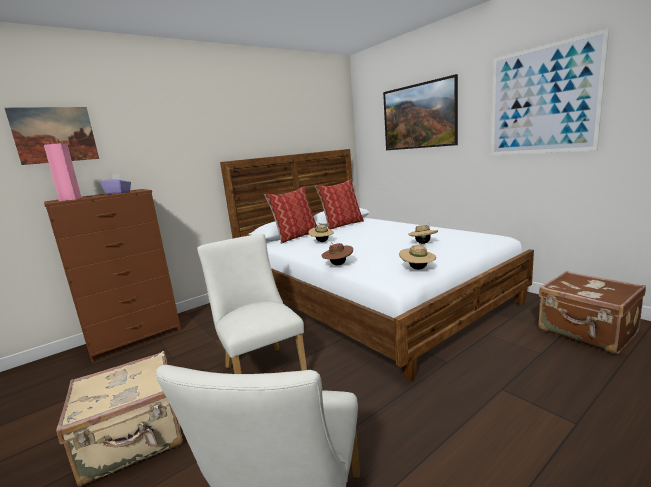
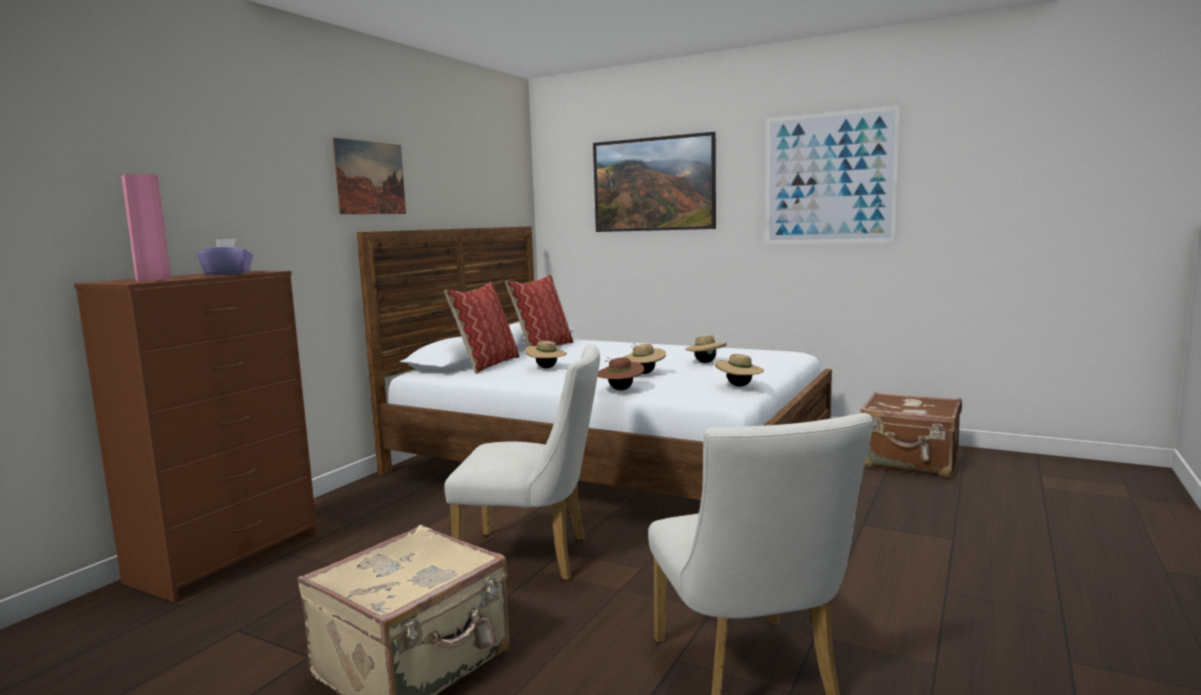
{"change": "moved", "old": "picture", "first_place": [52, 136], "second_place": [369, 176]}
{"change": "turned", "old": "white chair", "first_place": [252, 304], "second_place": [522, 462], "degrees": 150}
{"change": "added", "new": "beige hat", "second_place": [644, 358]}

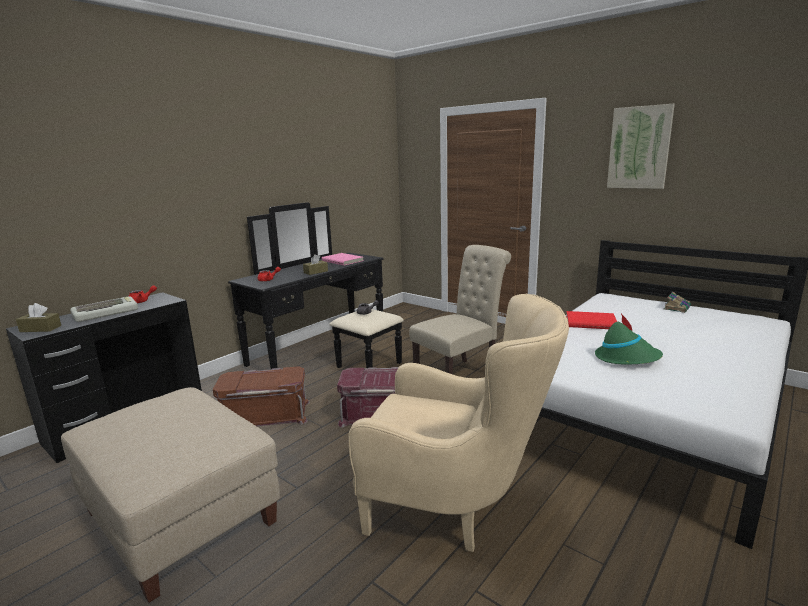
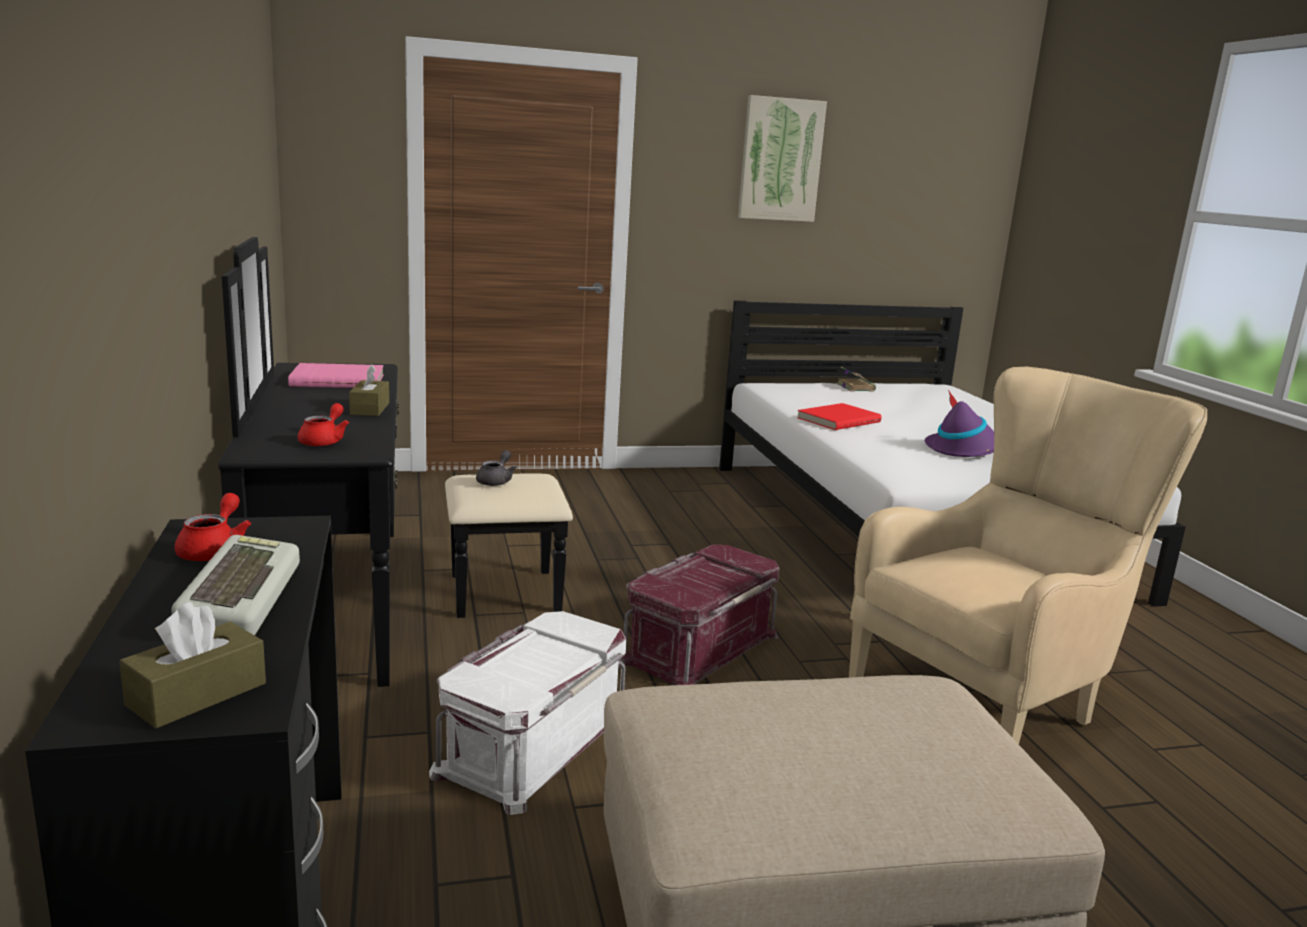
{"change": "removed", "old": "beige chair", "first_place": [460, 309]}
{"change": "recoloured", "old": "green hat", "new": "purple hat", "first_place": [629, 338], "second_place": [959, 423]}
{"change": "recoloured", "old": "brown storage box", "new": "white storage box", "first_place": [261, 396], "second_place": [527, 713]}

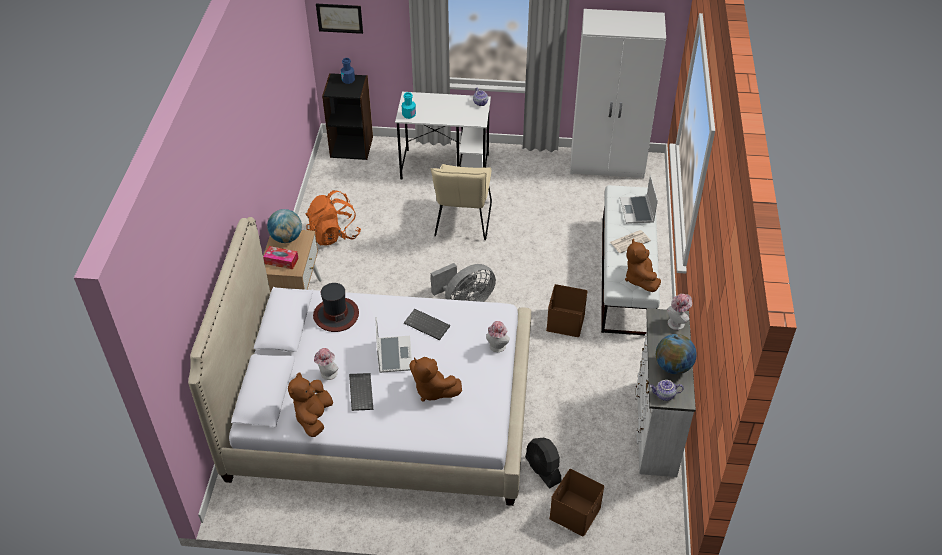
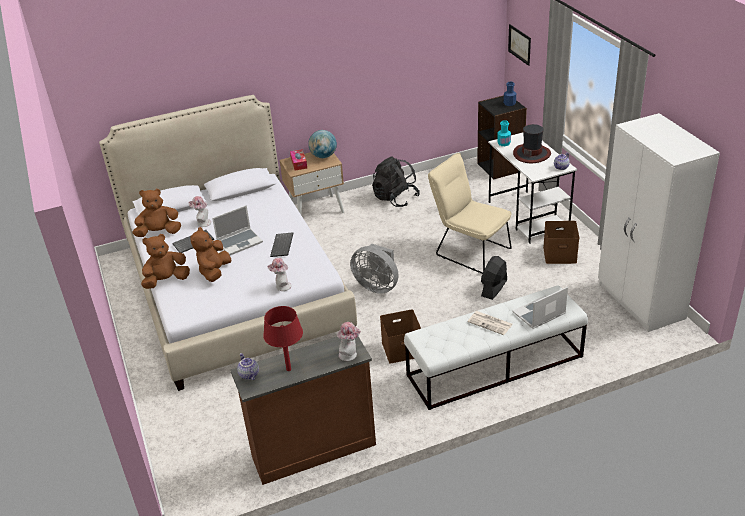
{"change": "turned", "old": "beige chair", "first_place": [461, 202], "second_place": [470, 213], "degrees": 60}
{"change": "recoloured", "old": "orange backpack", "new": "black backpack", "first_place": [333, 217], "second_place": [396, 181]}
{"change": "moved", "old": "brown plush toy", "first_place": [643, 265], "second_place": [165, 261]}
{"change": "moved", "old": "hat", "first_place": [336, 307], "second_place": [532, 143]}
{"change": "recoloured", "old": "white dresser", "new": "brown dresser", "first_place": [666, 392], "second_place": [303, 411]}
{"change": "replaced", "old": "globe", "new": "red table lamp", "first_place": [676, 354], "second_place": [283, 338]}
{"change": "moved", "old": "black fan", "first_place": [543, 463], "second_place": [494, 278]}
{"change": "moved", "old": "brown storage box", "first_place": [576, 502], "second_place": [561, 242]}

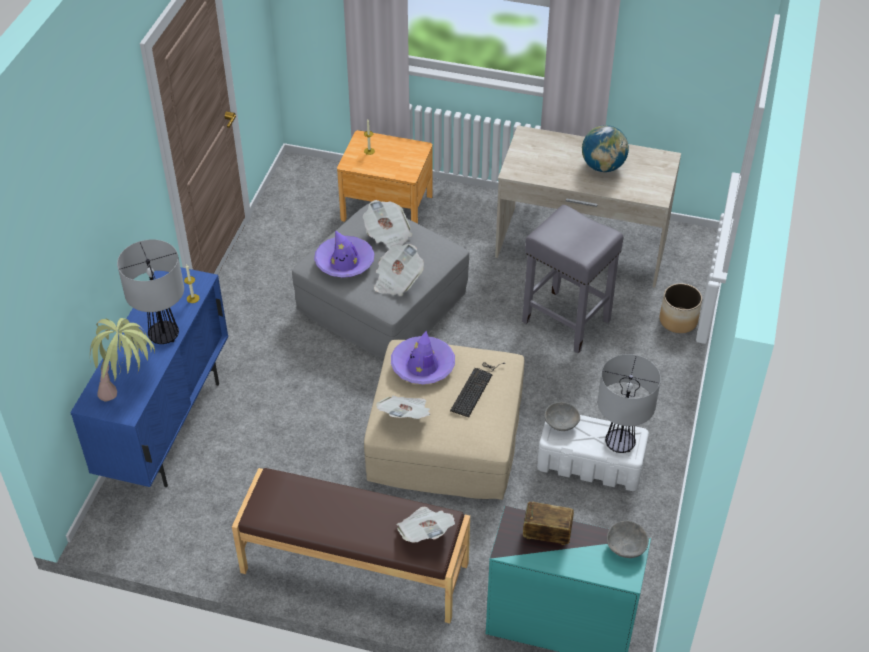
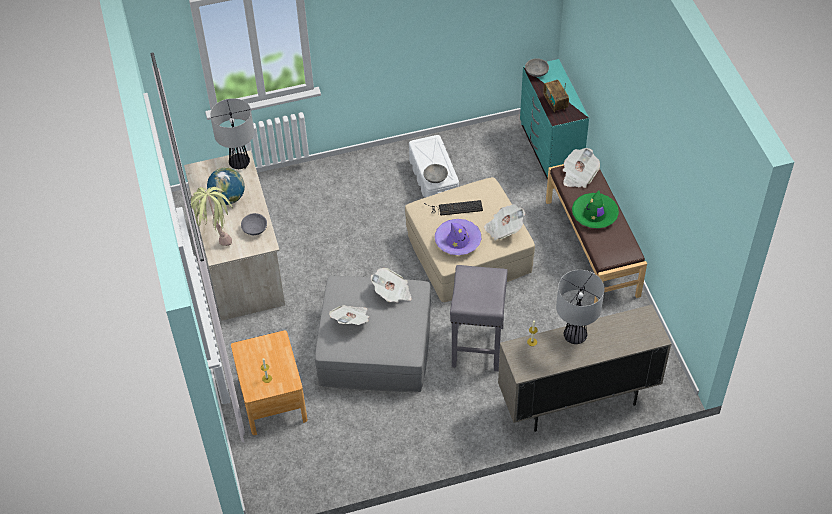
{"change": "moved", "old": "grey stool", "first_place": [573, 279], "second_place": [479, 318]}
{"change": "removed", "old": "purple hat", "first_place": [344, 254]}
{"change": "recoloured", "old": "blue cabinet", "new": "beige cabinet", "first_place": [149, 377], "second_place": [585, 368]}
{"change": "removed", "old": "planter", "first_place": [681, 308]}
{"change": "moved", "old": "potted plant", "first_place": [122, 360], "second_place": [211, 216]}
{"change": "moved", "old": "table lamp", "first_place": [629, 403], "second_place": [232, 133]}
{"change": "added", "new": "green hat", "second_place": [595, 209]}
{"change": "added", "new": "grey bowl", "second_place": [254, 224]}

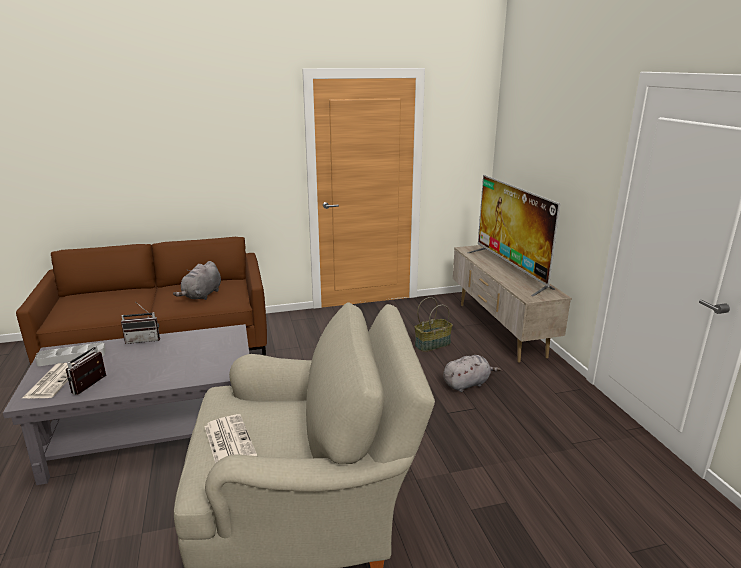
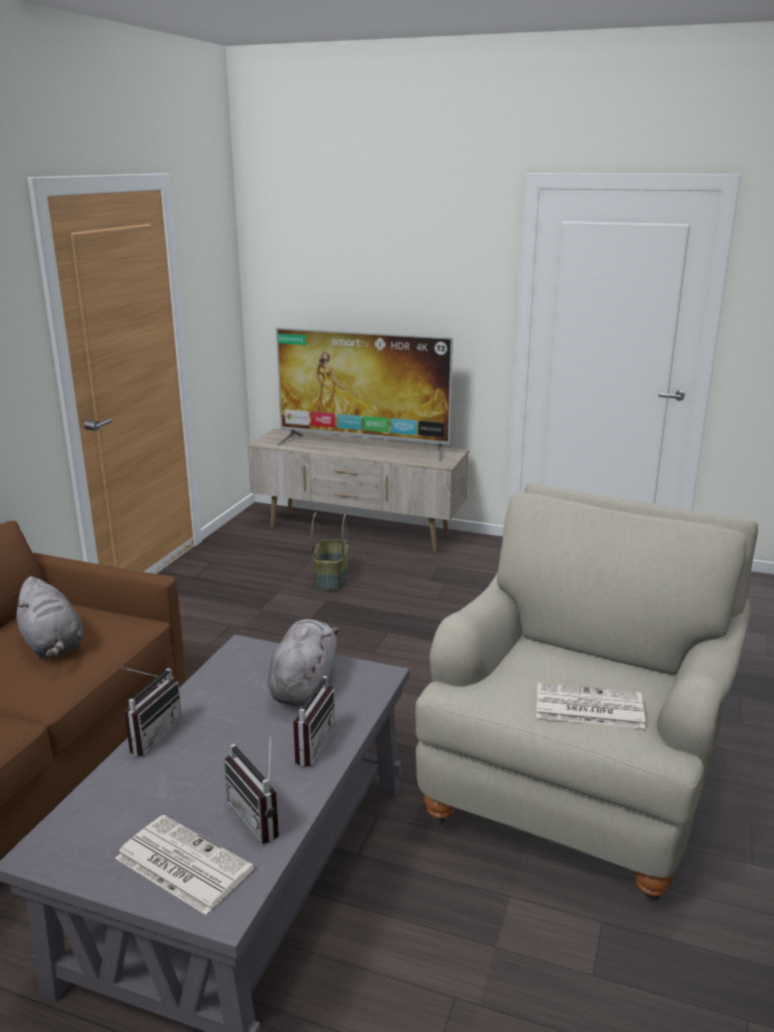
{"change": "removed", "old": "grey tray", "first_place": [70, 354]}
{"change": "moved", "old": "grey plush toy", "first_place": [472, 373], "second_place": [304, 662]}
{"change": "added", "new": "radio", "second_place": [310, 721]}

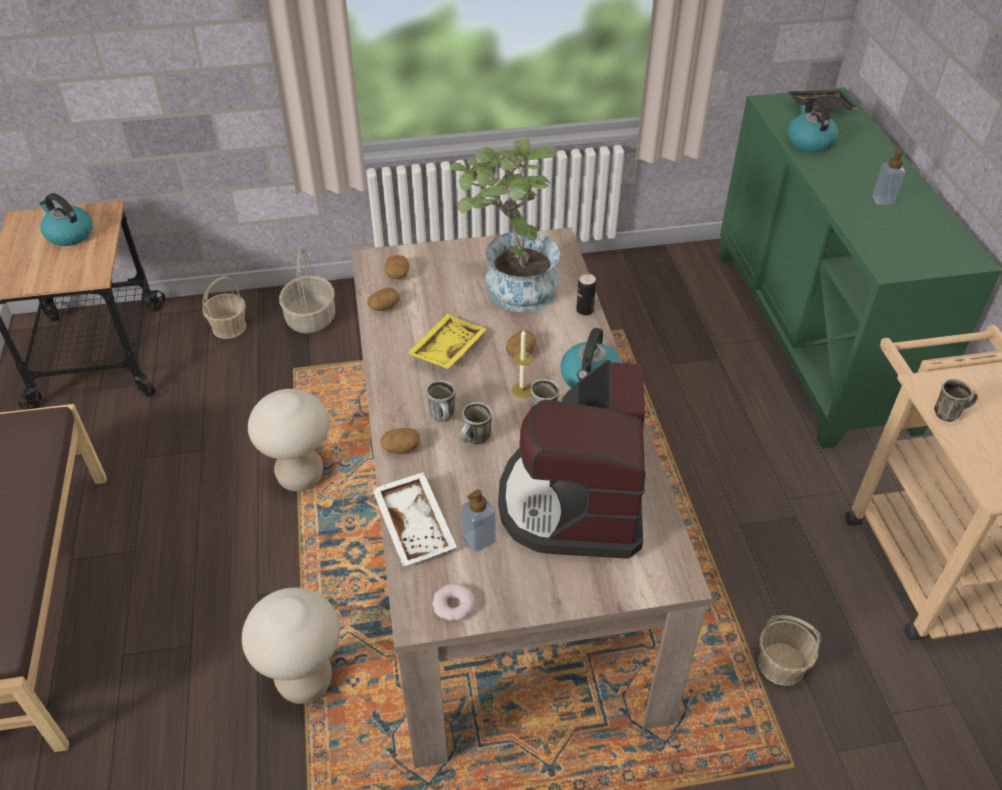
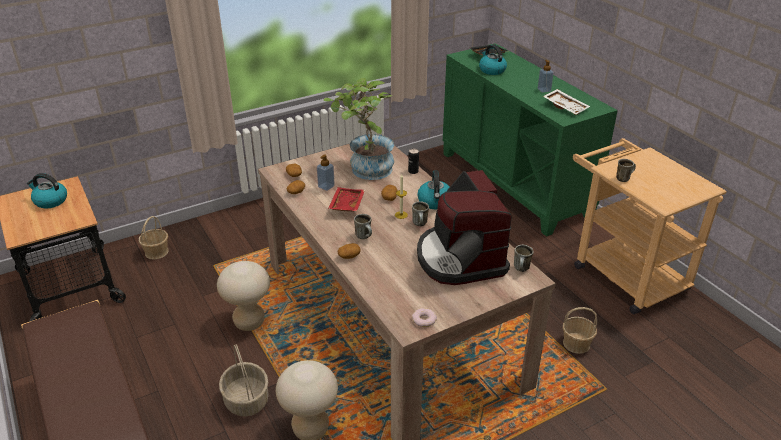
{"change": "moved", "old": "basket", "first_place": [307, 291], "second_place": [244, 380]}
{"change": "recoloured", "old": "yellow tray", "new": "red tray", "first_place": [447, 341], "second_place": [346, 199]}
{"change": "moved", "old": "mug", "first_place": [476, 423], "second_place": [524, 258]}
{"change": "moved", "old": "white tray", "first_place": [414, 519], "second_place": [566, 102]}
{"change": "moved", "old": "soap dispenser", "first_place": [478, 520], "second_place": [326, 173]}

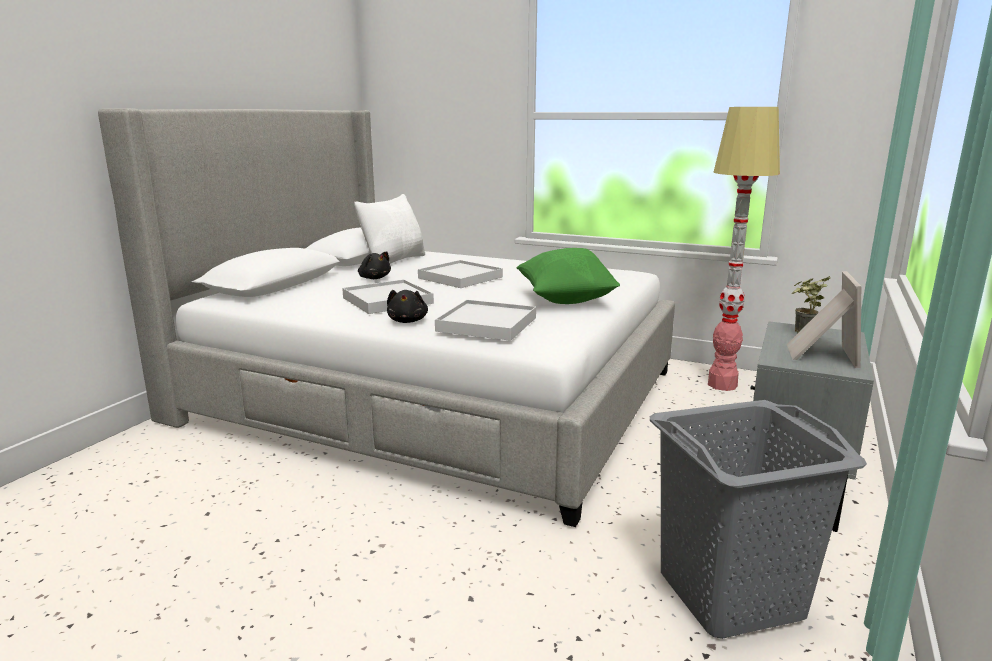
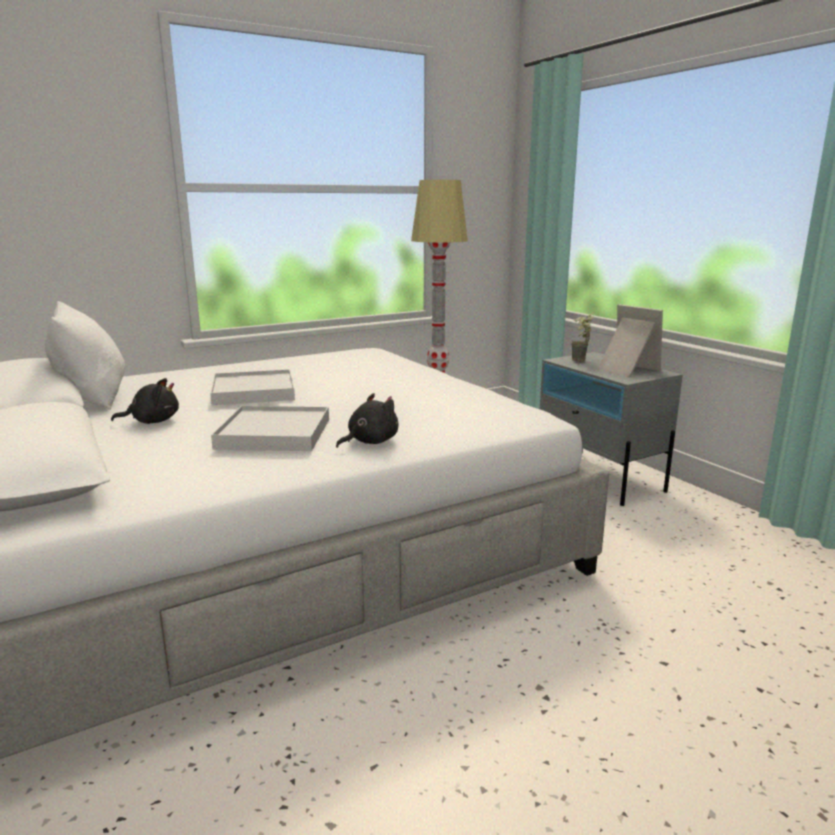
{"change": "removed", "old": "green pillow", "first_place": [568, 276]}
{"change": "turned", "old": "black plush toy", "first_place": [407, 306], "second_place": [367, 420], "degrees": -75}
{"change": "removed", "old": "white tray", "first_place": [485, 320]}
{"change": "removed", "old": "grey laundry basket", "first_place": [758, 519]}

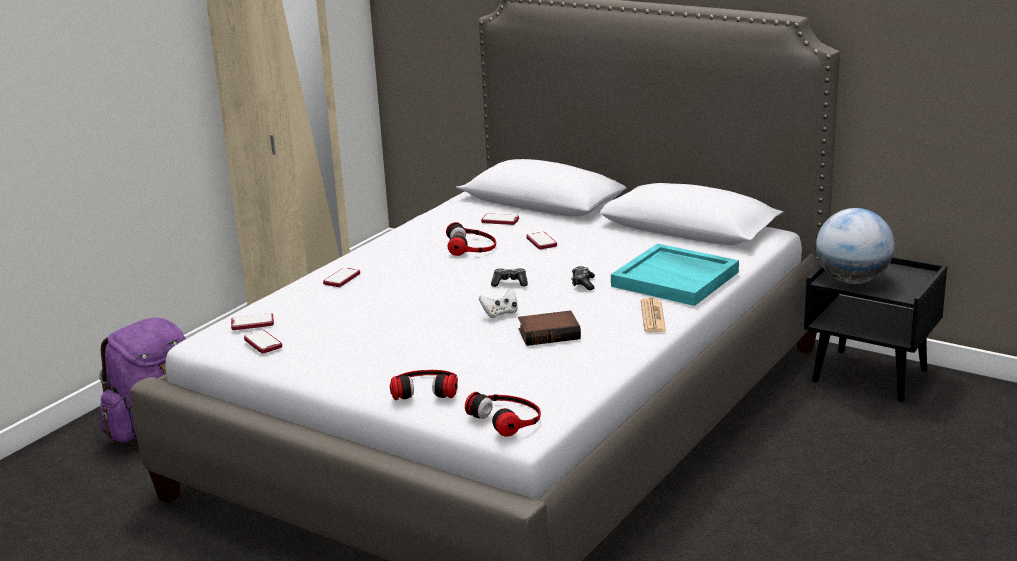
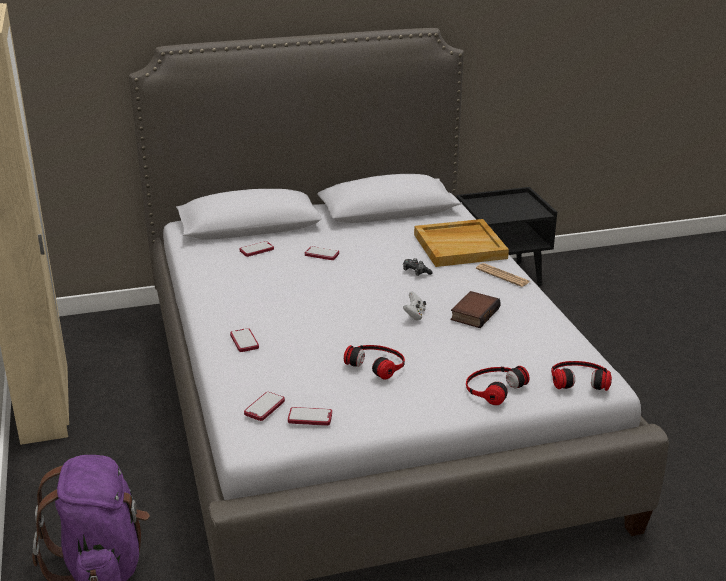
{"change": "removed", "old": "globe", "first_place": [855, 246]}
{"change": "moved", "old": "headphones", "first_place": [471, 239], "second_place": [374, 362]}
{"change": "recoloured", "old": "turquoise tray", "new": "beige tray", "first_place": [675, 275], "second_place": [461, 243]}
{"change": "removed", "old": "game controller", "first_place": [509, 277]}

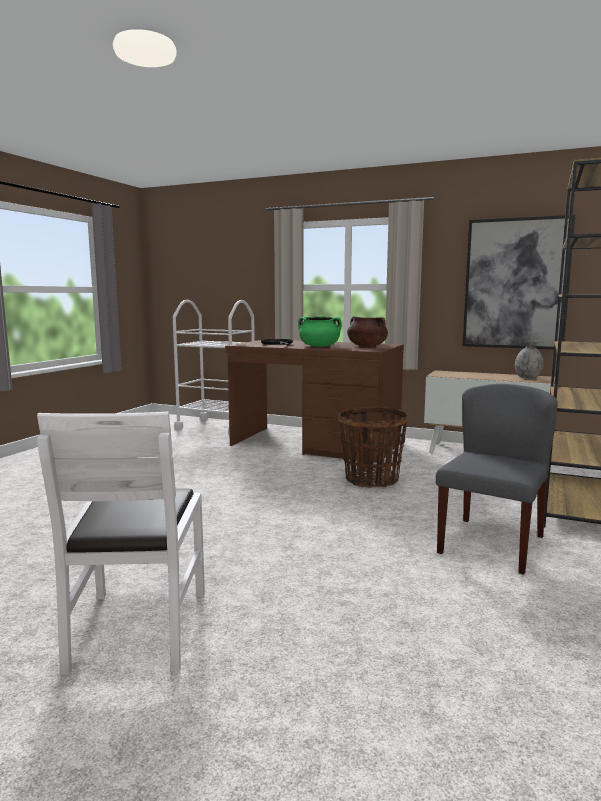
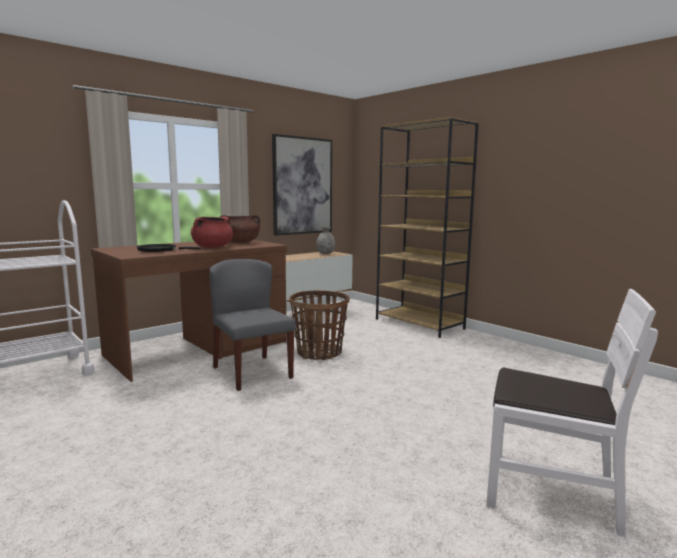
{"change": "recoloured", "old": "green cooking pot", "new": "red cooking pot", "first_place": [320, 331], "second_place": [212, 232]}
{"change": "moved", "old": "grey chair", "first_place": [497, 479], "second_place": [252, 325]}

